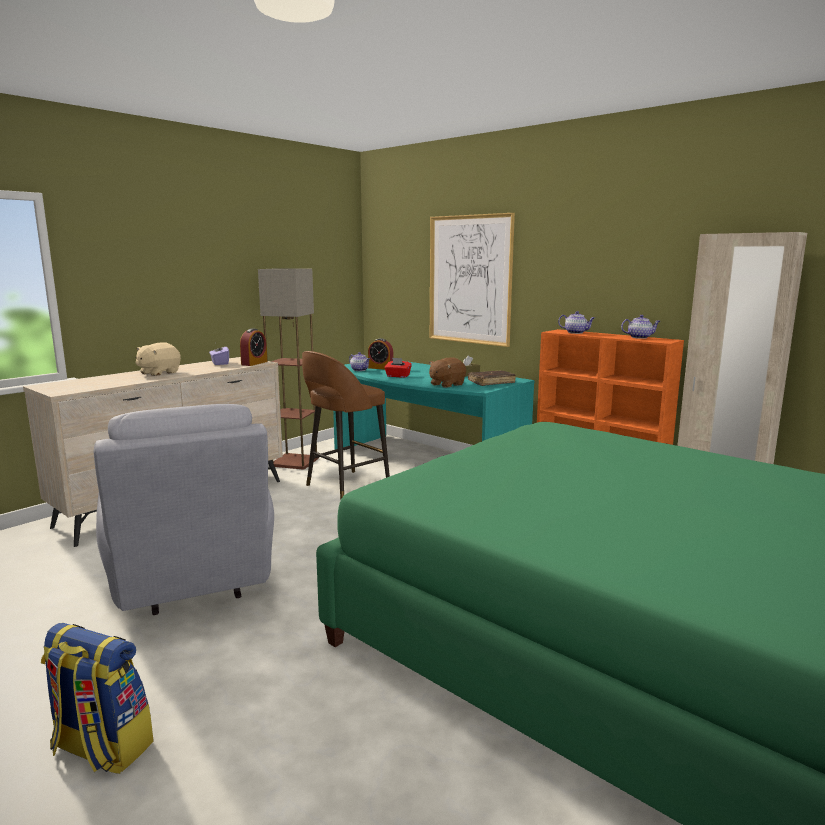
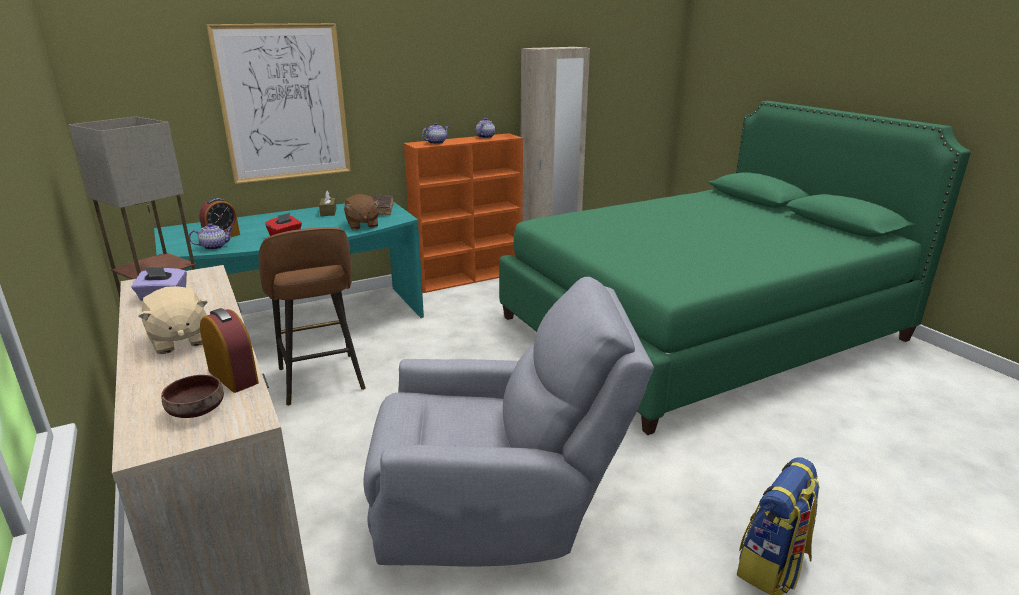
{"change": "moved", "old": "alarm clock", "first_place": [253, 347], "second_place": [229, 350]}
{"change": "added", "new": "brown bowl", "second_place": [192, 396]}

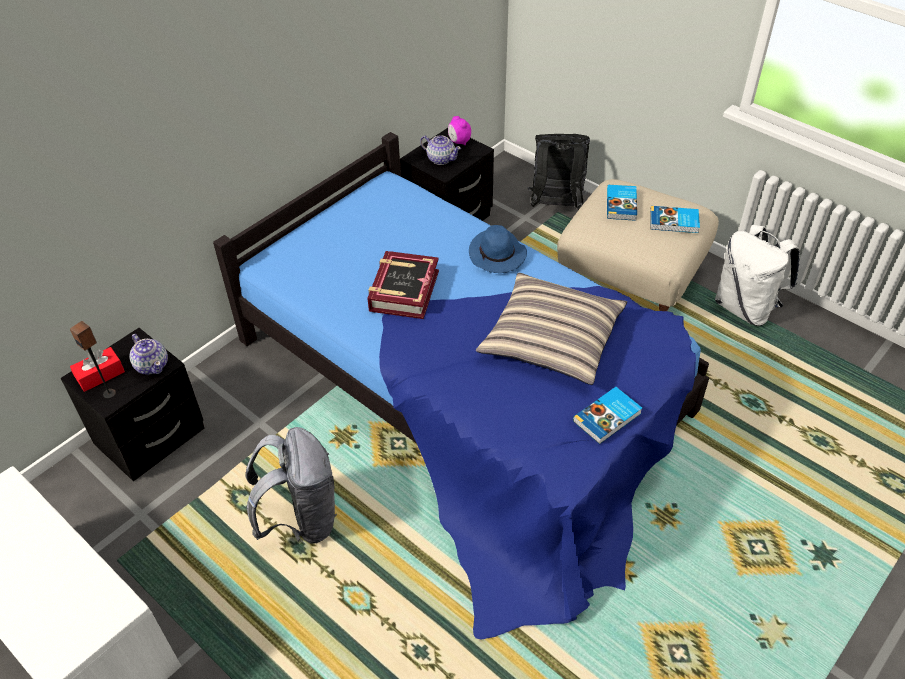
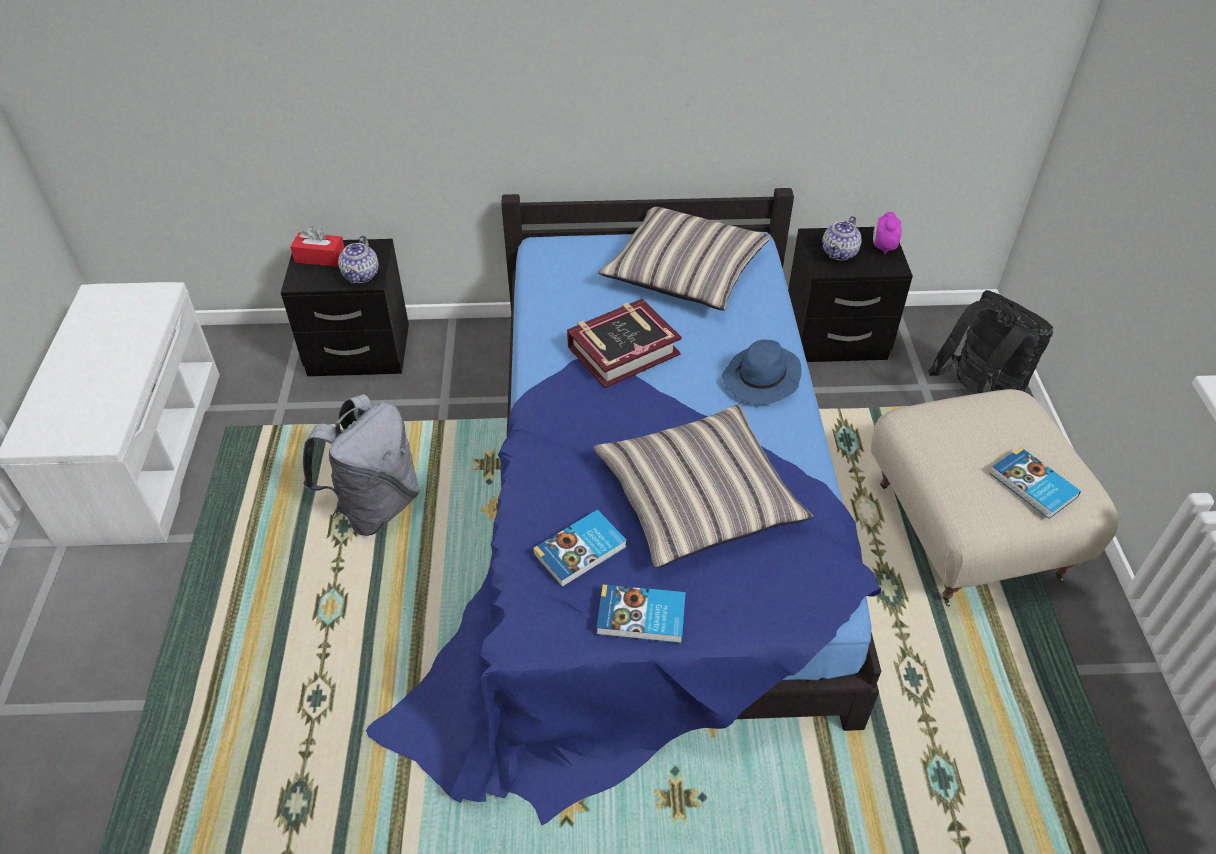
{"change": "turned", "old": "teapot", "first_place": [440, 150], "second_place": [842, 238], "degrees": 45}
{"change": "moved", "old": "book", "first_place": [622, 203], "second_place": [580, 548]}
{"change": "removed", "old": "white backpack", "first_place": [757, 275]}
{"change": "removed", "old": "speaker", "first_place": [93, 359]}
{"change": "added", "new": "pillow", "second_place": [684, 259]}

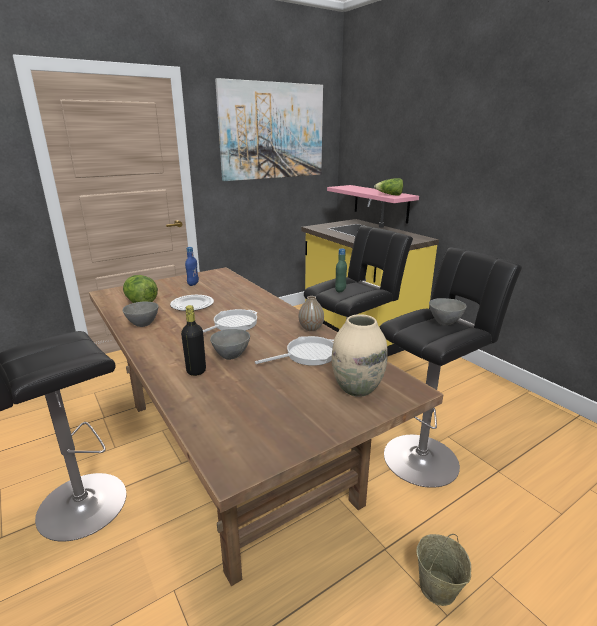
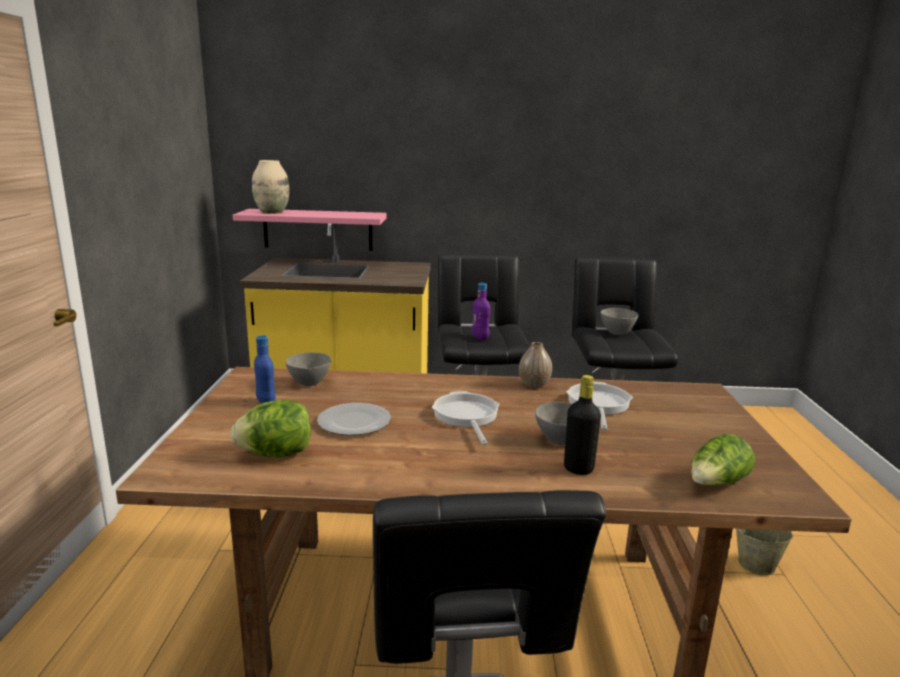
{"change": "removed", "old": "picture", "first_place": [269, 129]}
{"change": "moved", "old": "lettuce", "first_place": [388, 187], "second_place": [723, 460]}
{"change": "recoloured", "old": "green bottle", "new": "purple bottle", "first_place": [341, 271], "second_place": [481, 311]}
{"change": "moved", "old": "grey bowl", "first_place": [140, 314], "second_place": [308, 369]}
{"change": "moved", "old": "beige vase", "first_place": [360, 355], "second_place": [270, 187]}

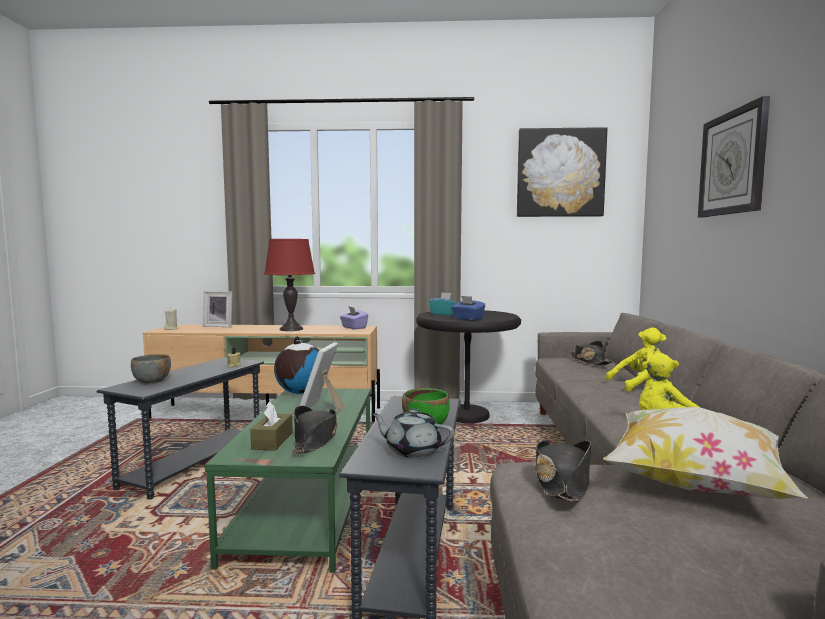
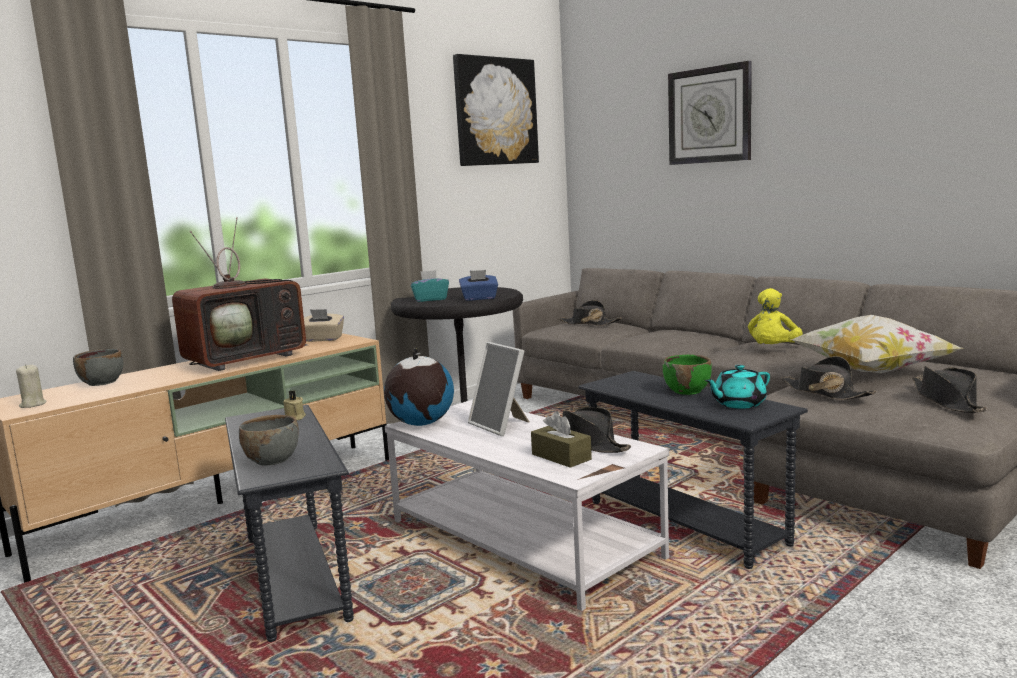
{"change": "replaced", "old": "red table lamp", "new": "television", "first_place": [289, 285], "second_place": [240, 294]}
{"change": "replaced", "old": "picture frame", "new": "grey bowl", "first_place": [217, 309], "second_place": [98, 367]}
{"change": "recoloured", "old": "purple tissue box", "new": "beige tissue box", "first_place": [354, 317], "second_place": [324, 325]}
{"change": "removed", "old": "yellow plush toy", "first_place": [636, 359]}
{"change": "recoloured", "old": "green coffee table", "new": "white coffee table", "first_place": [288, 480], "second_place": [527, 505]}
{"change": "recoloured", "old": "grey teapot", "new": "turquoise teapot", "first_place": [412, 433], "second_place": [737, 387]}
{"change": "added", "new": "black hat", "second_place": [949, 389]}

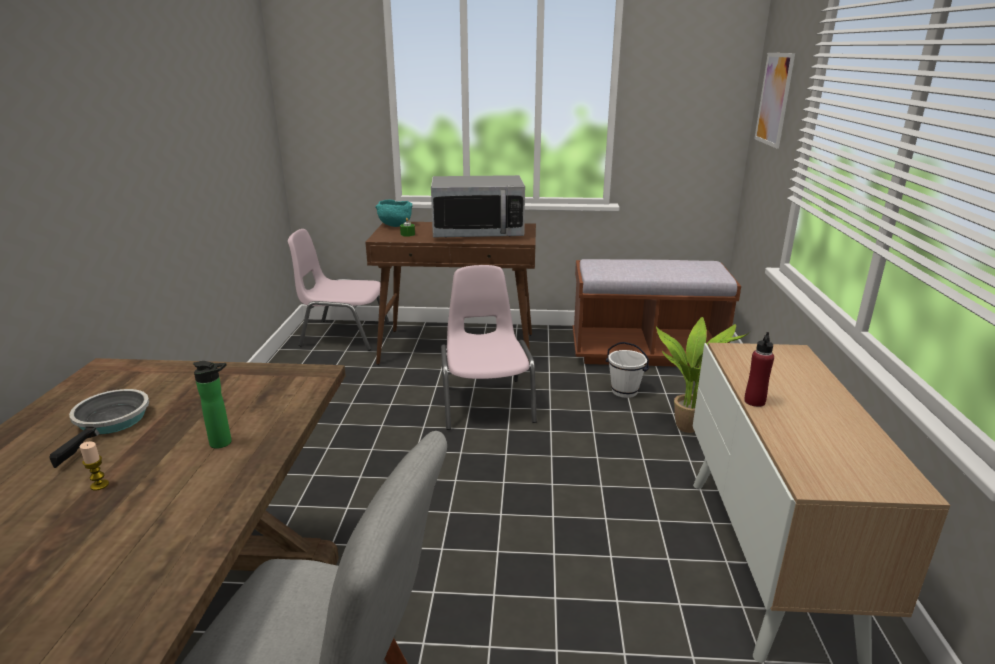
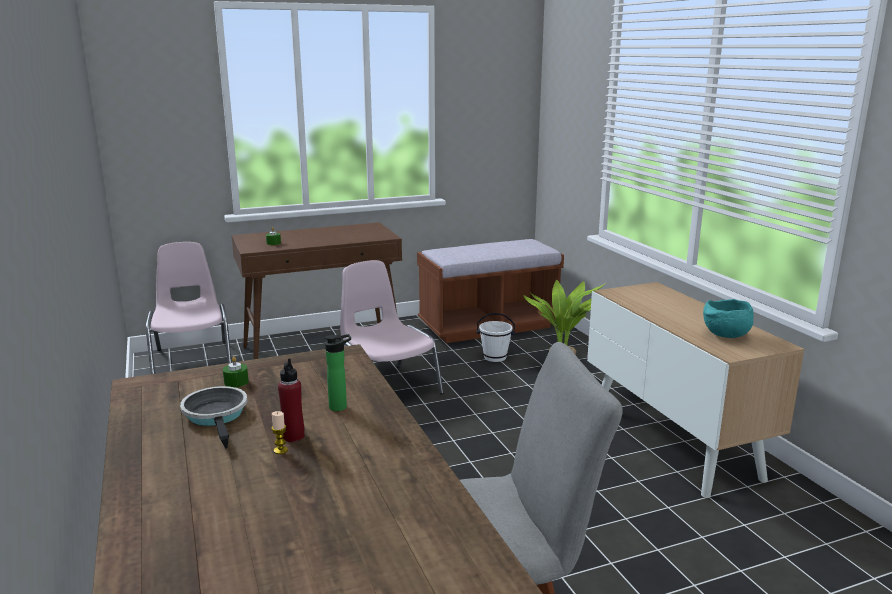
{"change": "removed", "old": "picture", "first_place": [774, 101]}
{"change": "removed", "old": "microwave", "first_place": [478, 206]}
{"change": "moved", "old": "turquoise bowl", "first_place": [393, 213], "second_place": [728, 318]}
{"change": "turned", "old": "pink chair", "first_place": [338, 290], "second_place": [189, 308], "degrees": 90}
{"change": "moved", "old": "red bottle", "first_place": [759, 369], "second_place": [291, 400]}
{"change": "added", "new": "green candle", "second_place": [236, 372]}

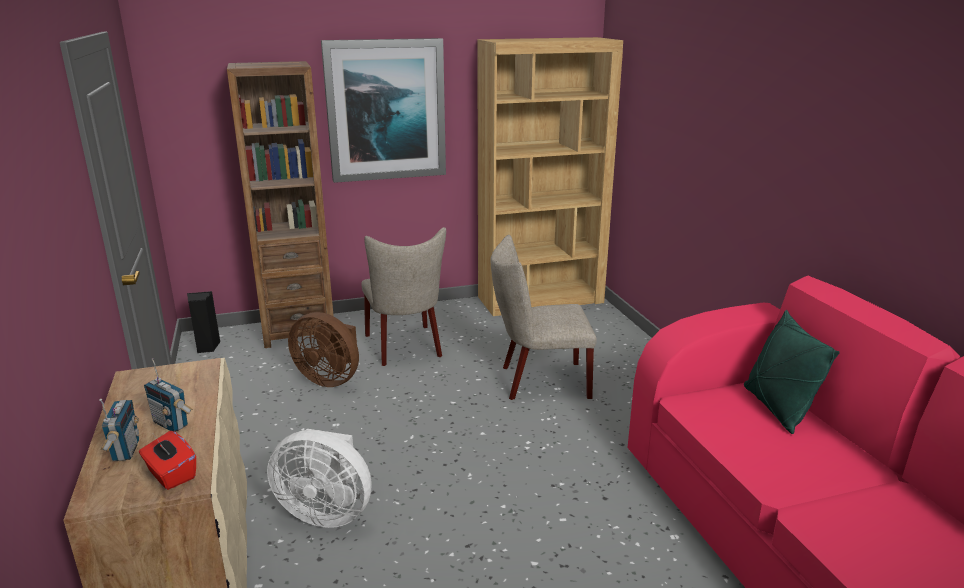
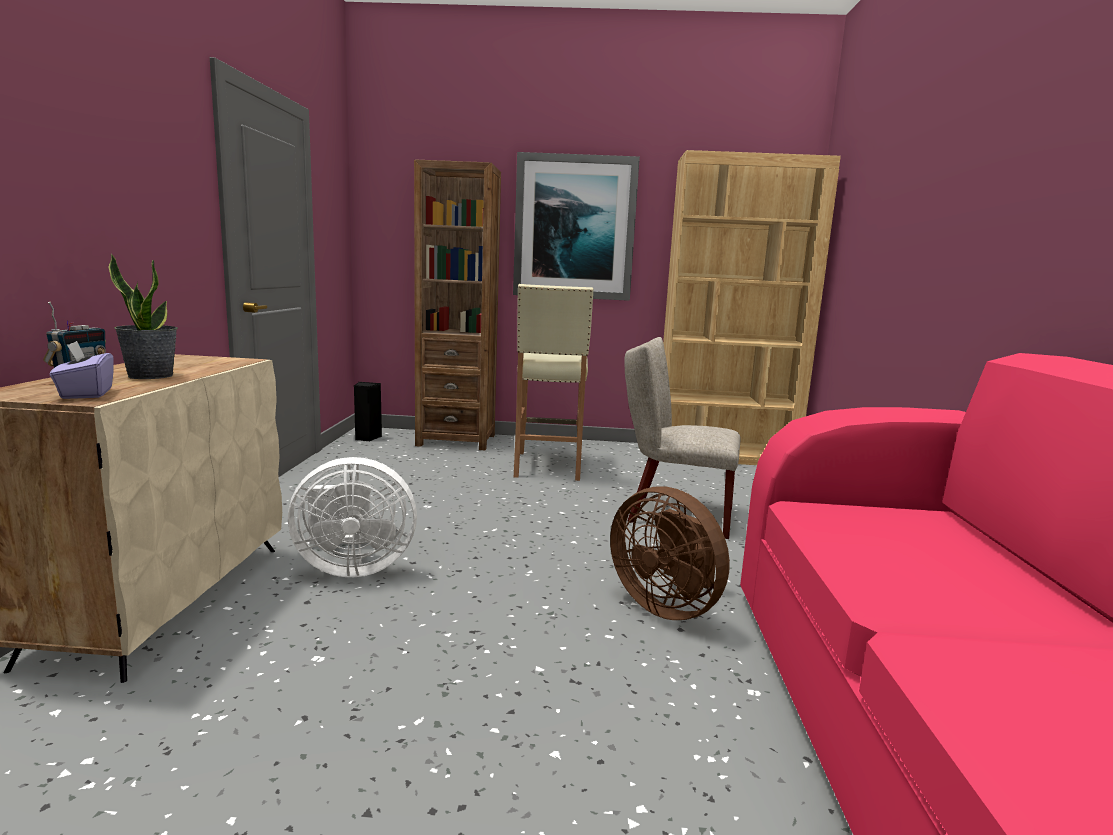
{"change": "replaced", "old": "beige chair", "new": "beige stool", "first_place": [403, 296], "second_place": [553, 382]}
{"change": "removed", "old": "green pillow", "first_place": [792, 372]}
{"change": "moved", "old": "brown fan", "first_place": [323, 349], "second_place": [670, 553]}
{"change": "replaced", "old": "radio", "new": "potted plant", "first_place": [168, 395], "second_place": [143, 316]}
{"change": "turned", "old": "white fan", "first_place": [319, 478], "second_place": [352, 517], "degrees": -45}
{"change": "recoloured", "old": "red tissue box", "new": "purple tissue box", "first_place": [167, 460], "second_place": [82, 370]}

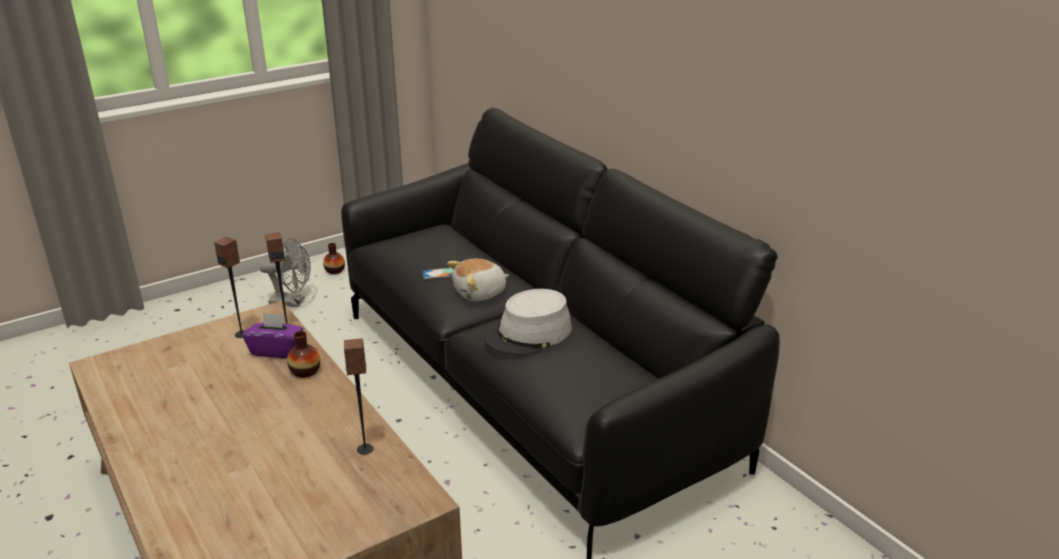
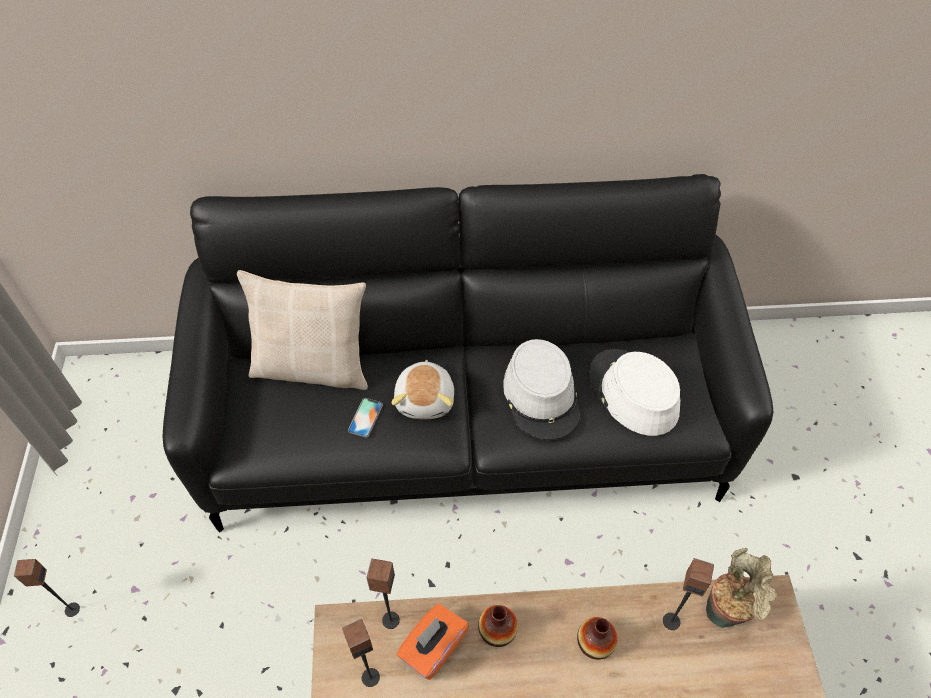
{"change": "removed", "old": "grey fan", "first_place": [285, 272]}
{"change": "moved", "old": "vase", "first_place": [334, 258], "second_place": [597, 638]}
{"change": "recoloured", "old": "purple tissue box", "new": "orange tissue box", "first_place": [272, 335], "second_place": [433, 641]}
{"change": "added", "new": "beige pillow", "second_place": [302, 330]}
{"change": "added", "new": "white hat", "second_place": [634, 392]}
{"change": "added", "new": "potted plant", "second_place": [741, 588]}
{"change": "added", "new": "speaker", "second_place": [47, 588]}

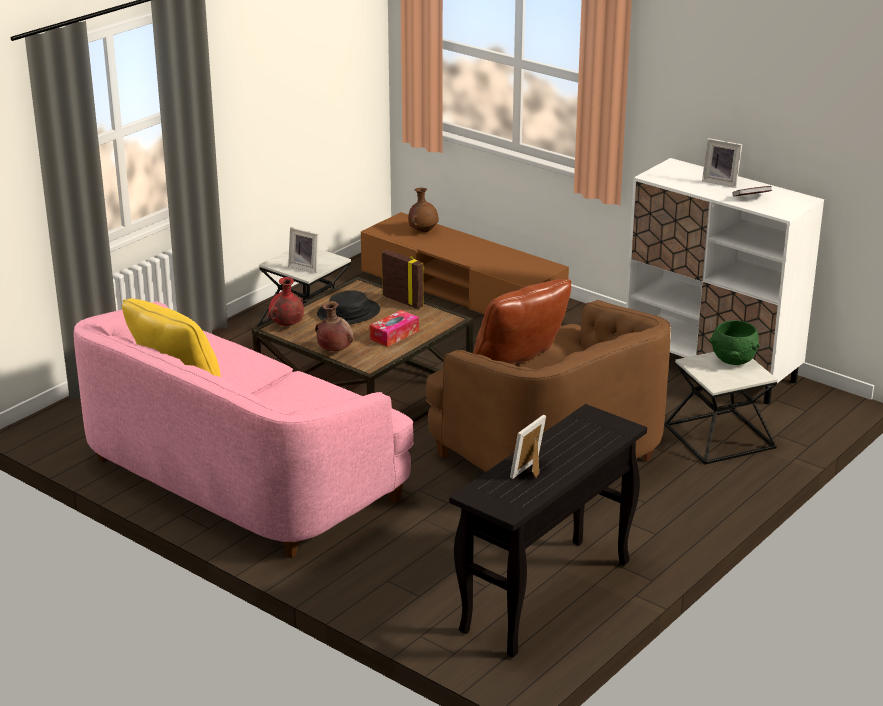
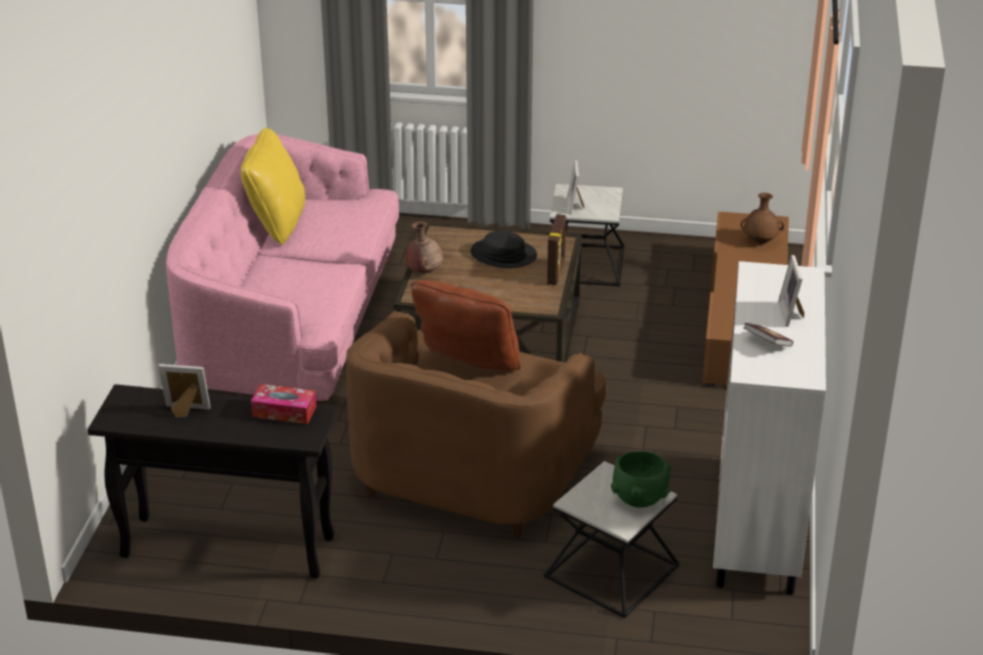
{"change": "removed", "old": "red vase", "first_place": [286, 301]}
{"change": "moved", "old": "tissue box", "first_place": [394, 328], "second_place": [283, 404]}

